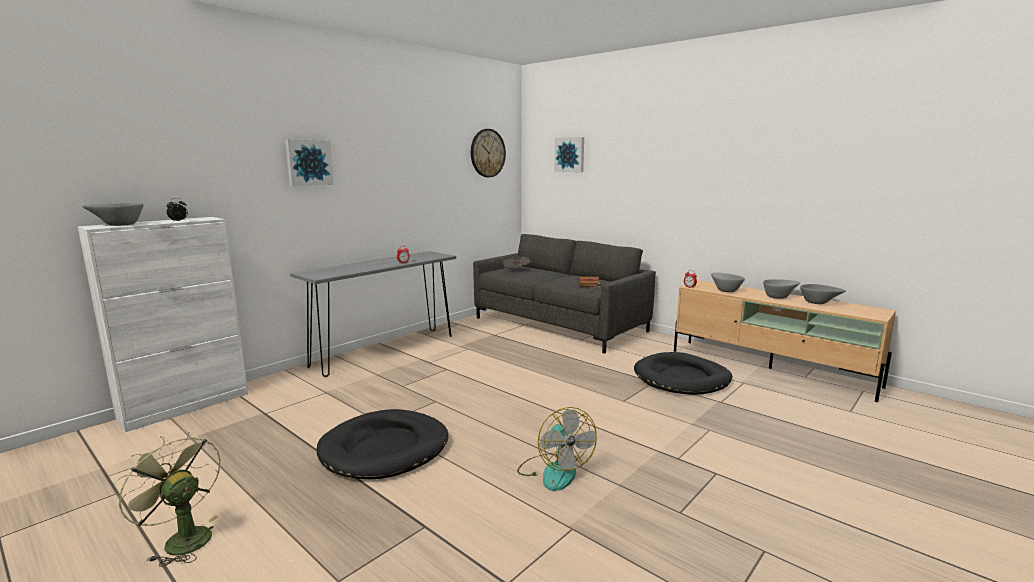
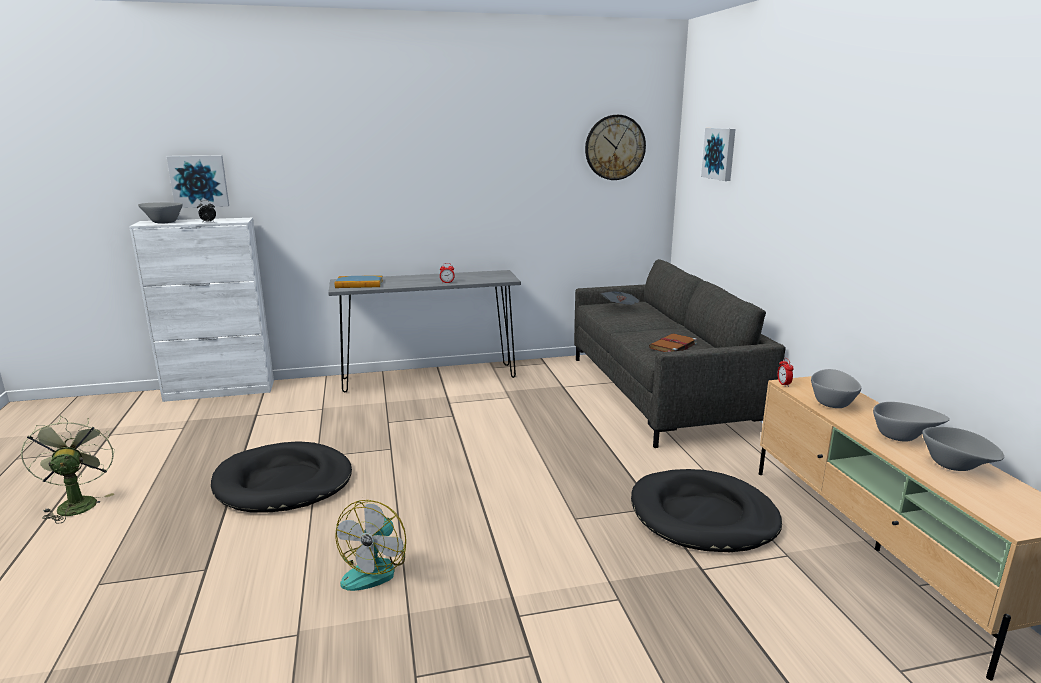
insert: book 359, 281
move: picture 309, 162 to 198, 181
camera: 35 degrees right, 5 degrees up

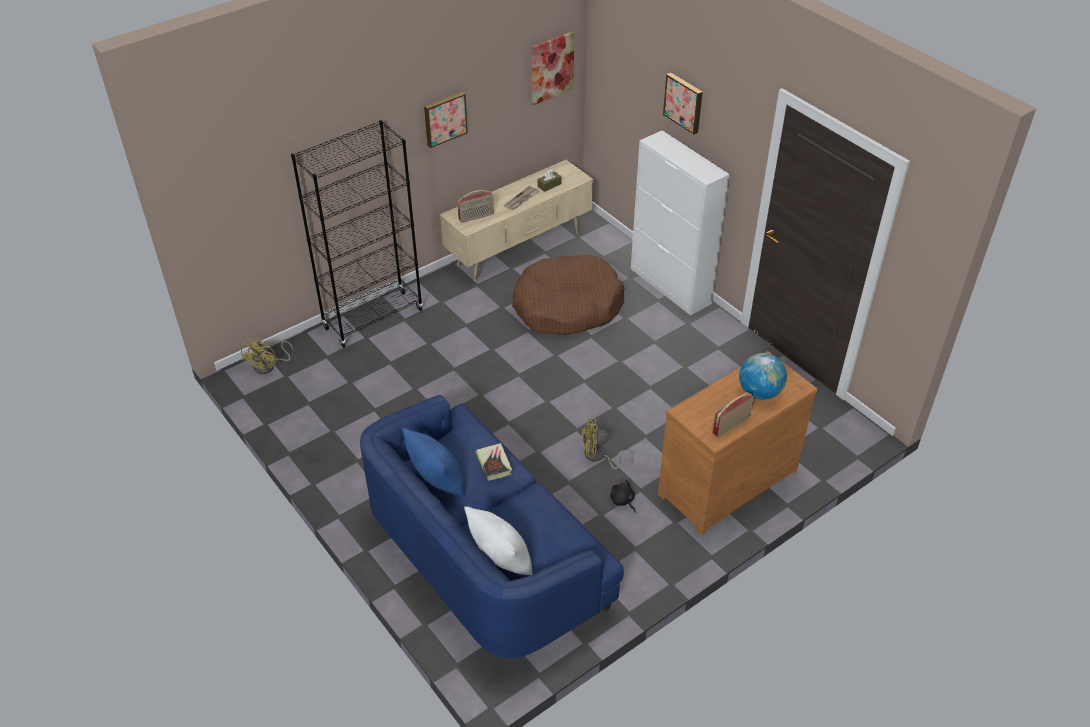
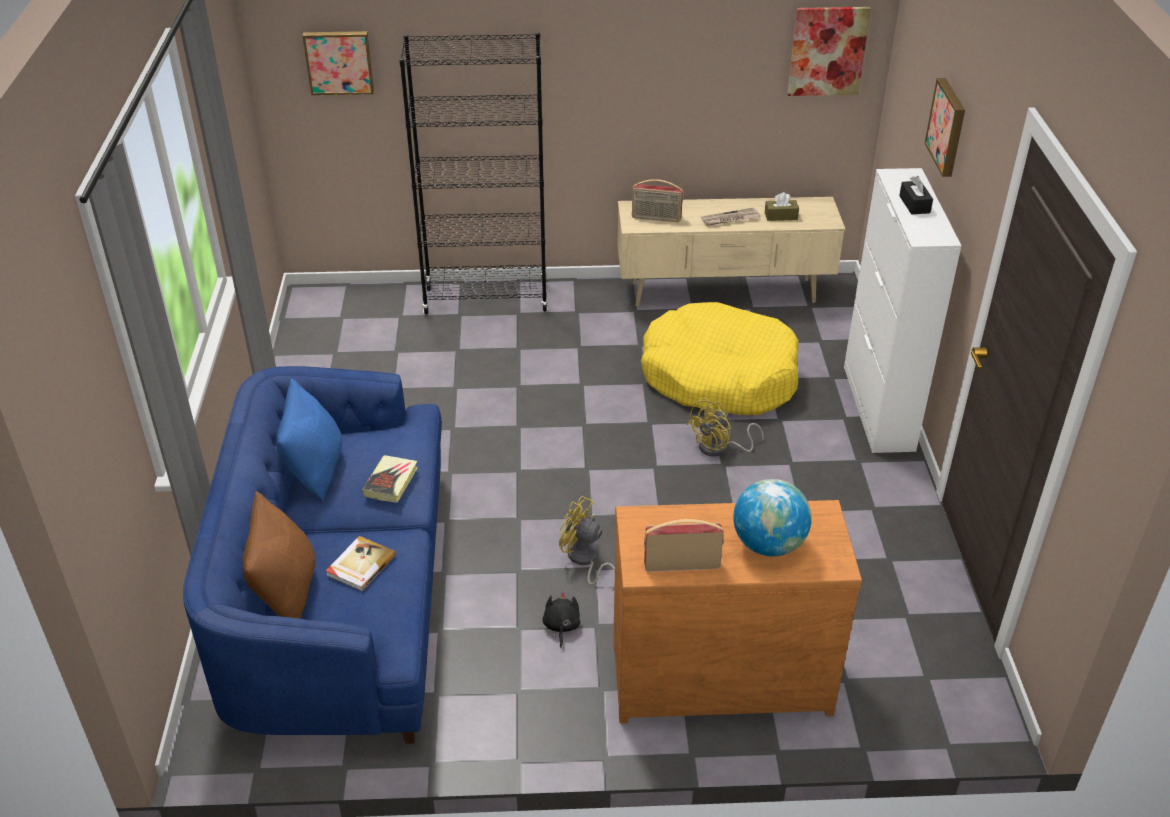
insert: tissue box in black 916, 195; book 361, 563
move: picture 446, 120 to 338, 63; fan in yellow 267, 355 to 725, 427
recolor: dog bed in brown 568, 295 to dog bed in yellow 720, 358; pillow in white 498, 540 to pillow in brown 278, 555
camera: 35 degrees right, 5 degrees down

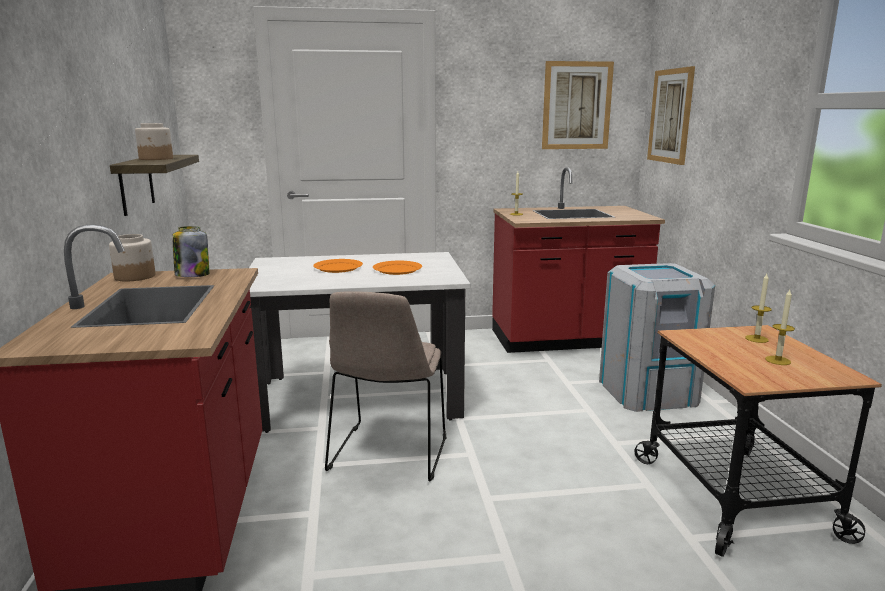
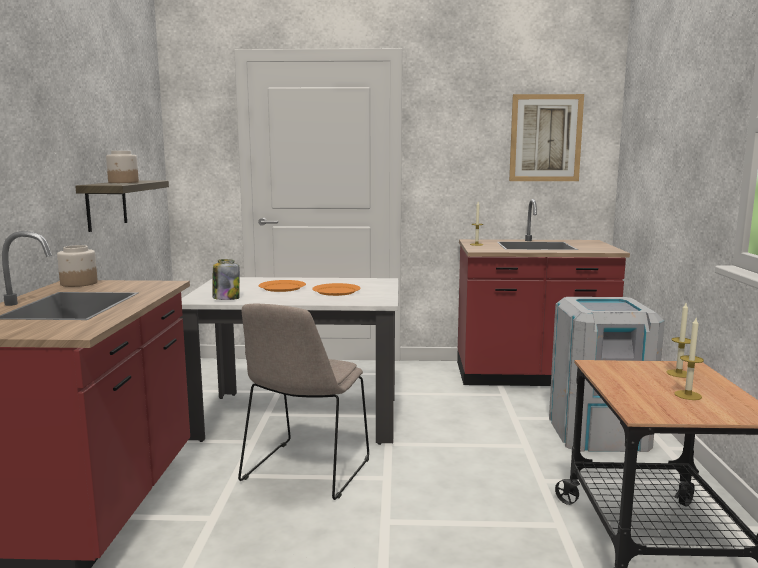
delete: picture 671, 115
move: jar 190, 251 to 226, 279
camera: 10 degrees right, 5 degrees down

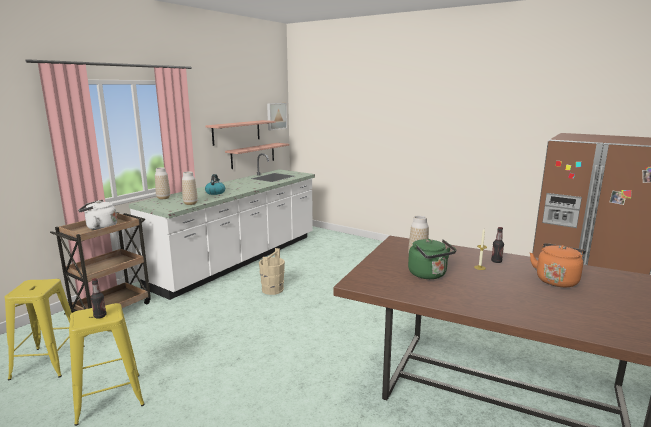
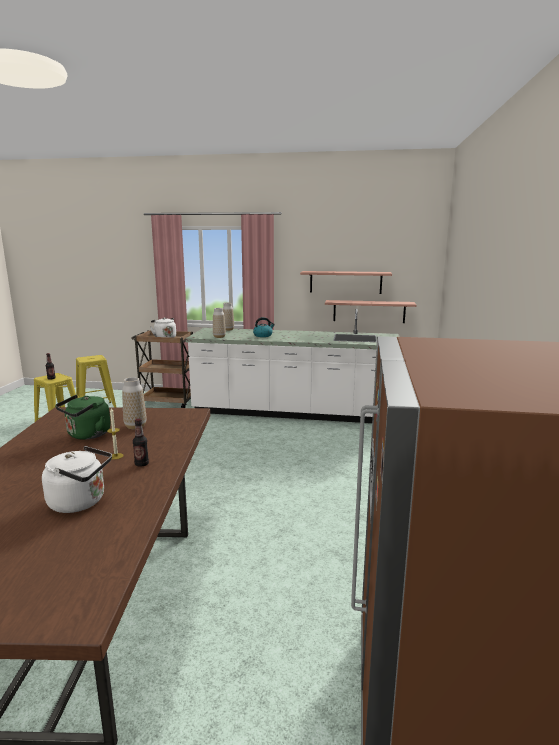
delete: picture 277, 116; bucket in beige 272, 271
recolor: kettle in orange 558, 265 to kettle in white 77, 479
camera: 65 degrees right, 0 degrees up

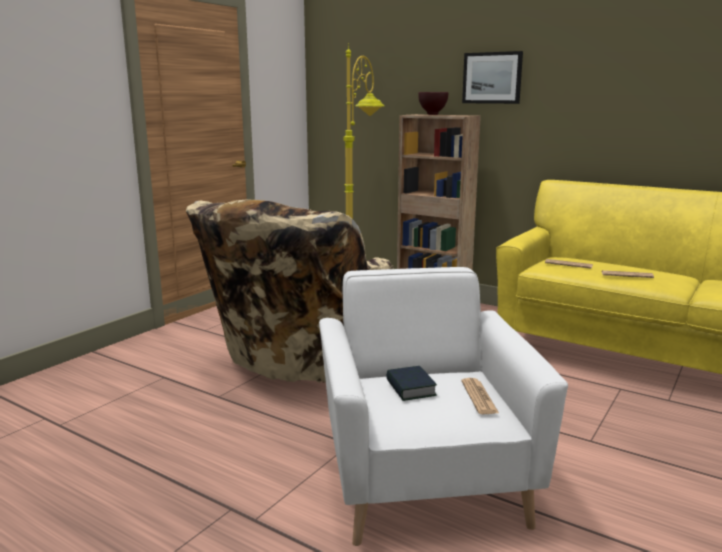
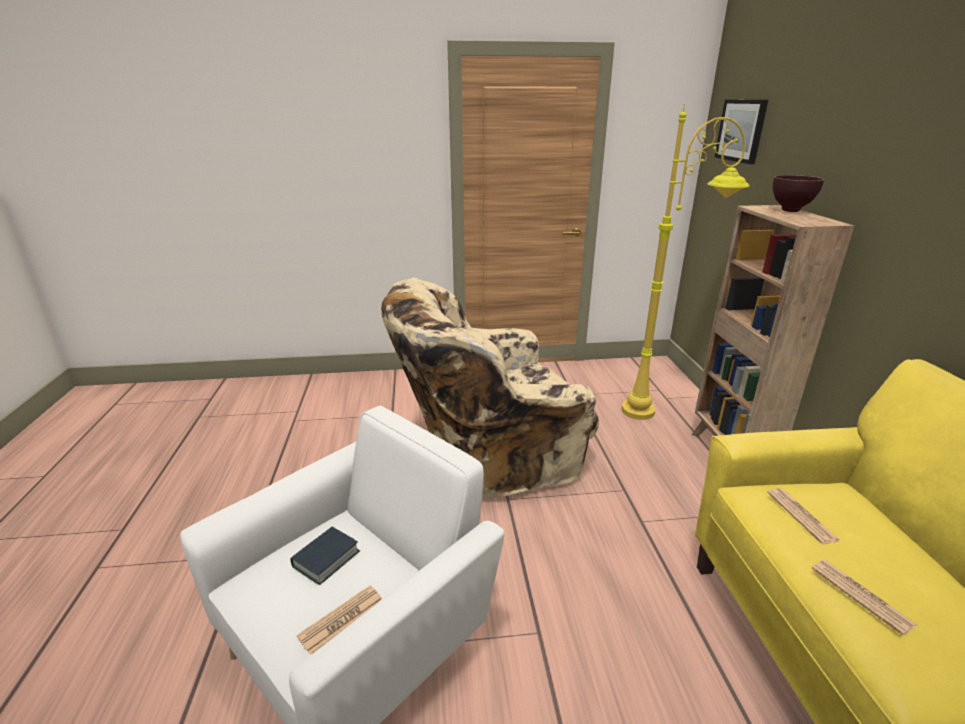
move: picture 492, 77 to 741, 132
camera: 50 degrees right, 10 degrees up

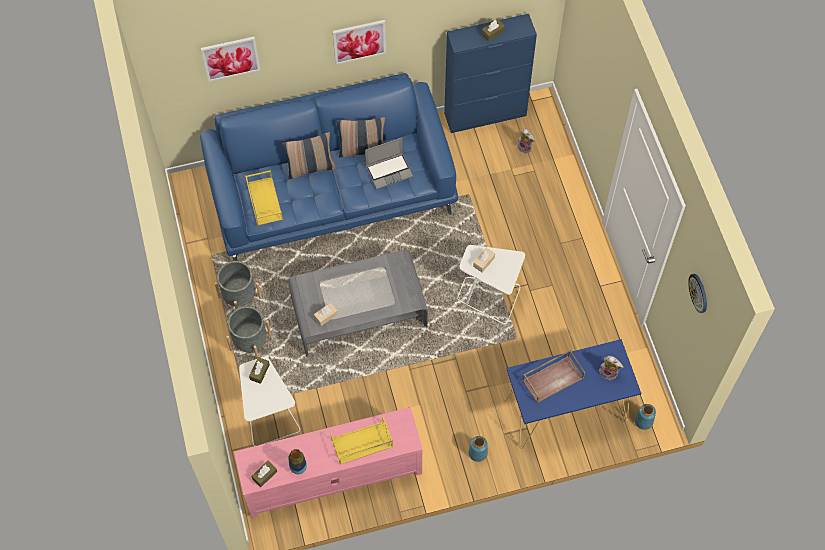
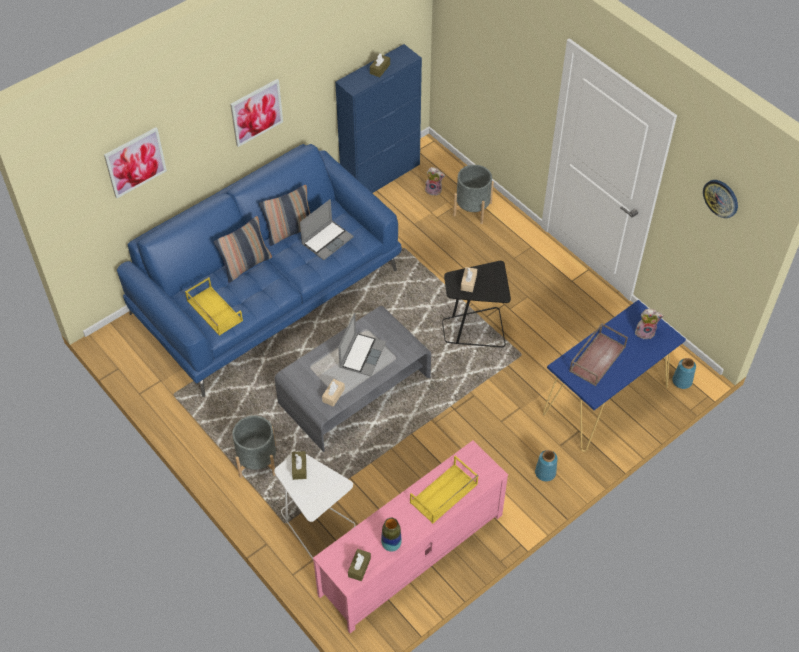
insert: laptop 362, 344
move: planter in grey 238, 285 to 473, 194
recolor: side table in white 491, 285 to side table in black 476, 304
camera: 25 degrees left, 10 degrees down

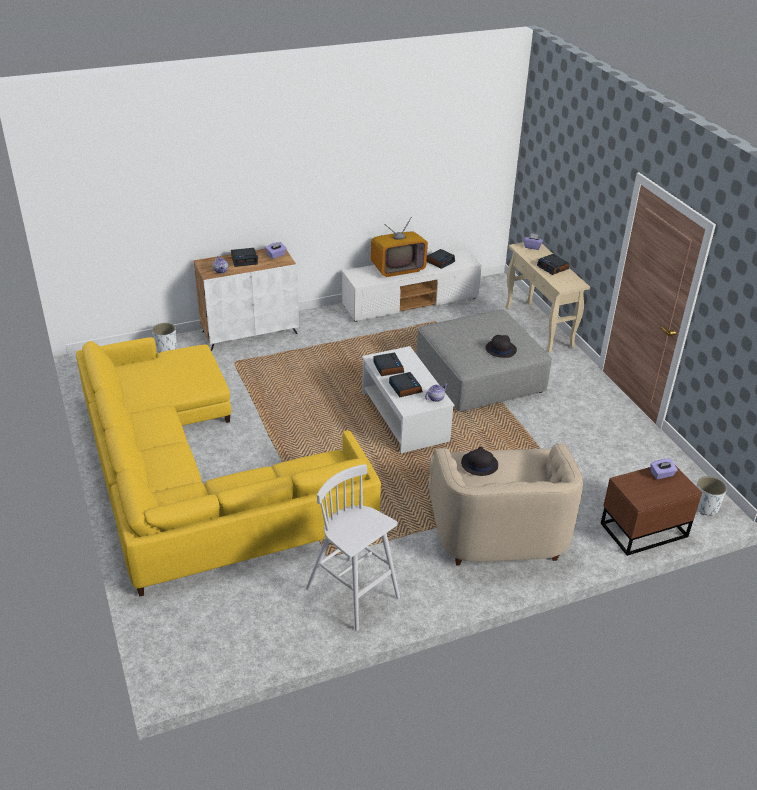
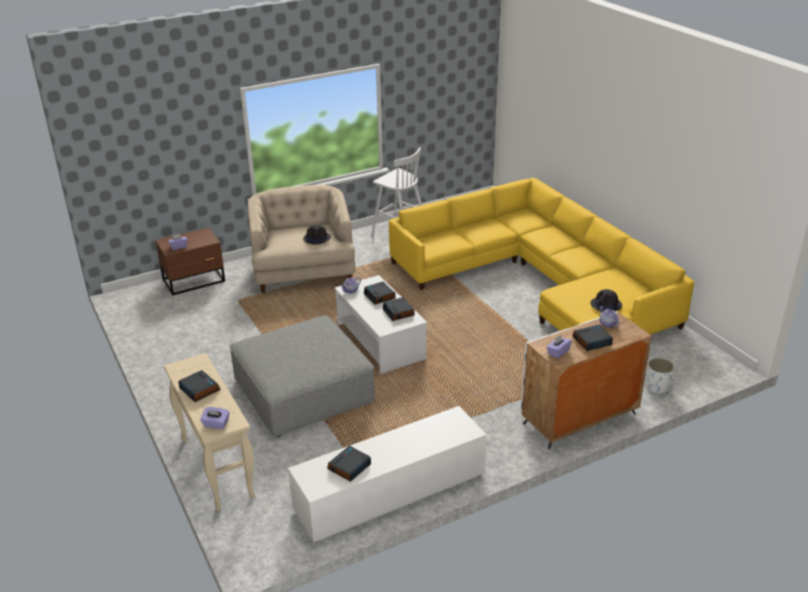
delete: television 399, 247; planter in white 711, 495
move: hat in black 501, 346 to 606, 300
camera: 175 degrees right, 5 degrees down

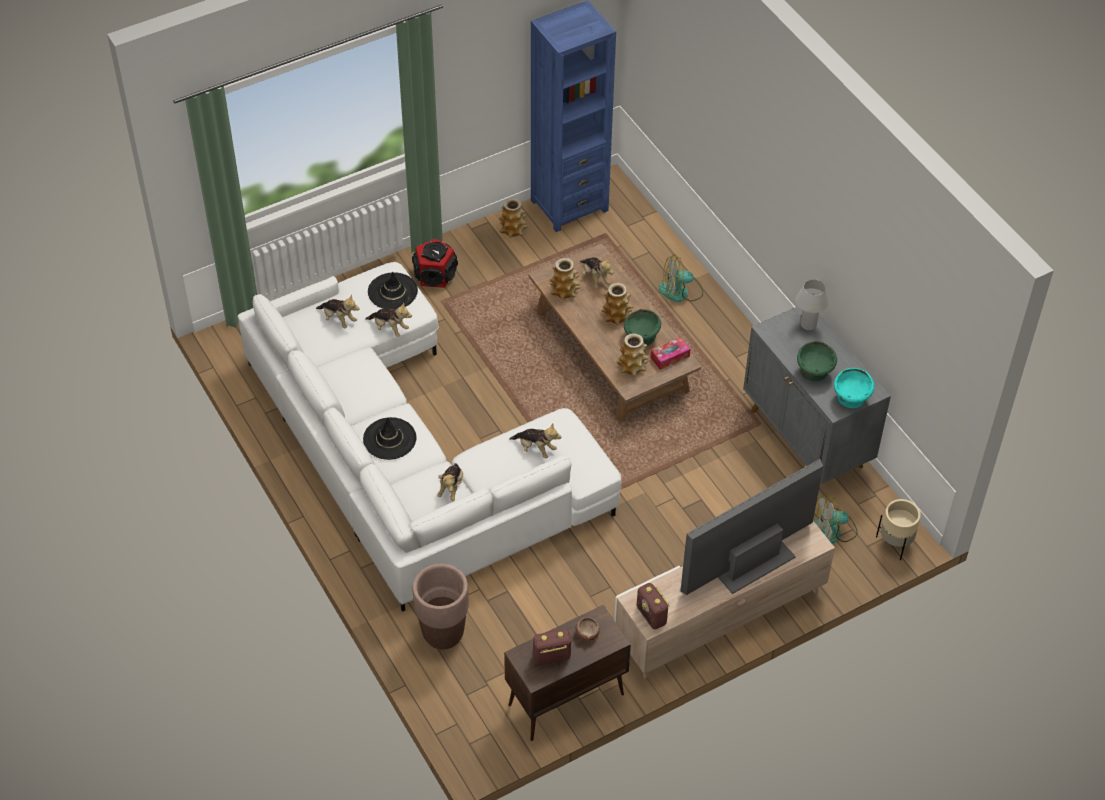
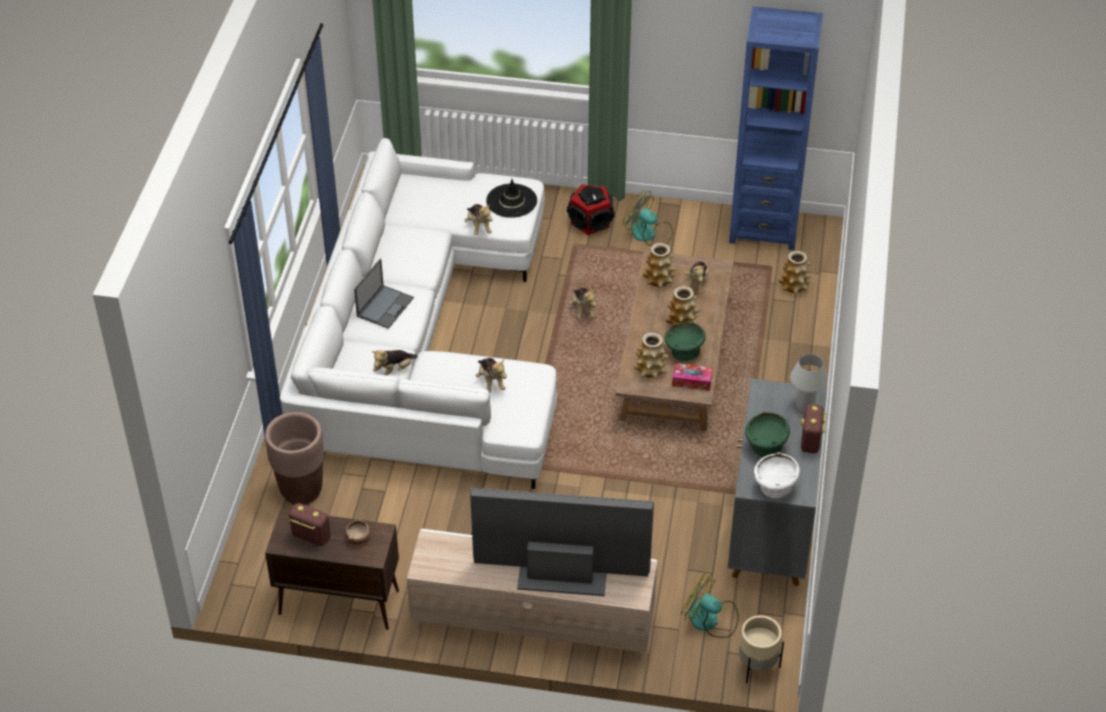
move: vase 513, 218 to 795, 272; fan 681, 278 to 648, 218; plush toy 337, 311 to 582, 303; radio 653, 606 to 813, 428
replace: hat in black 389, 438 to laptop 384, 293
recolor: bowl in turquoise 854, 388 to bowl in white 777, 475
camera: 40 degrees right, 5 degrees down

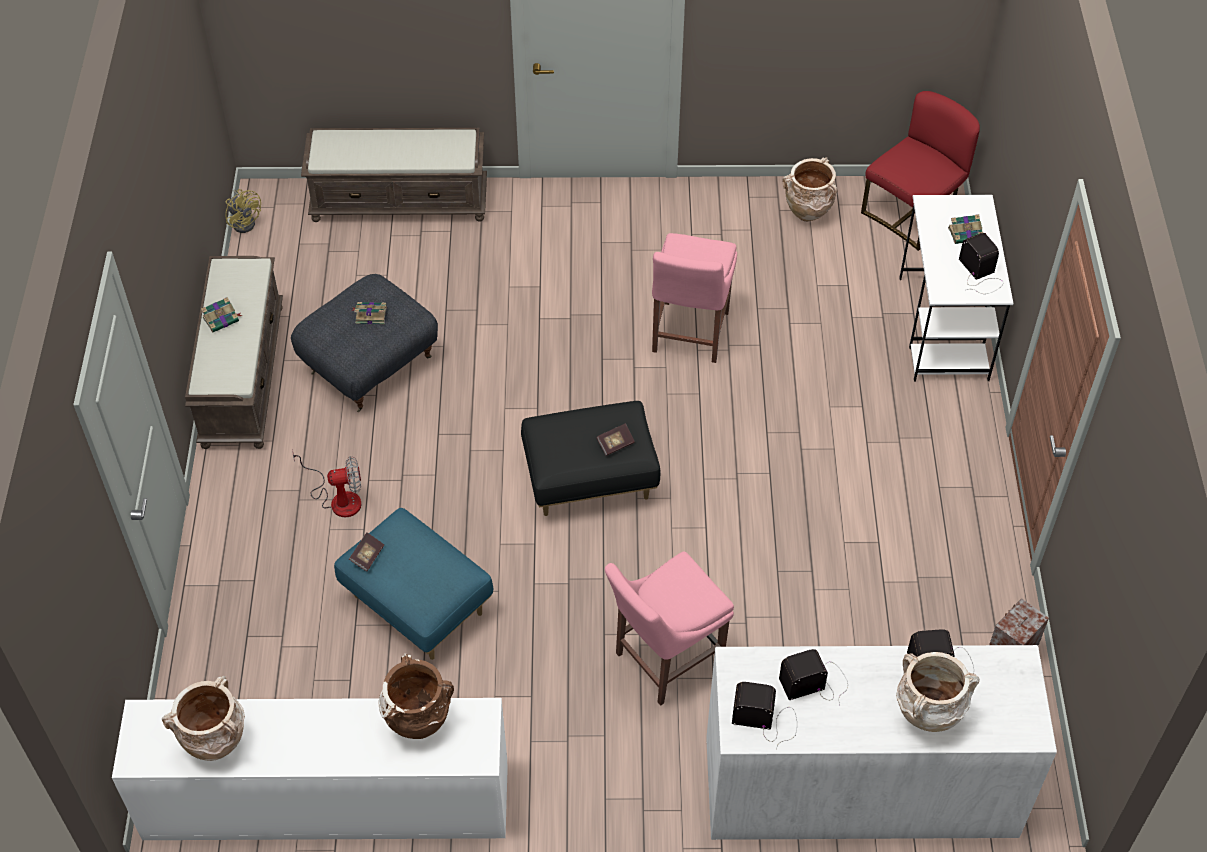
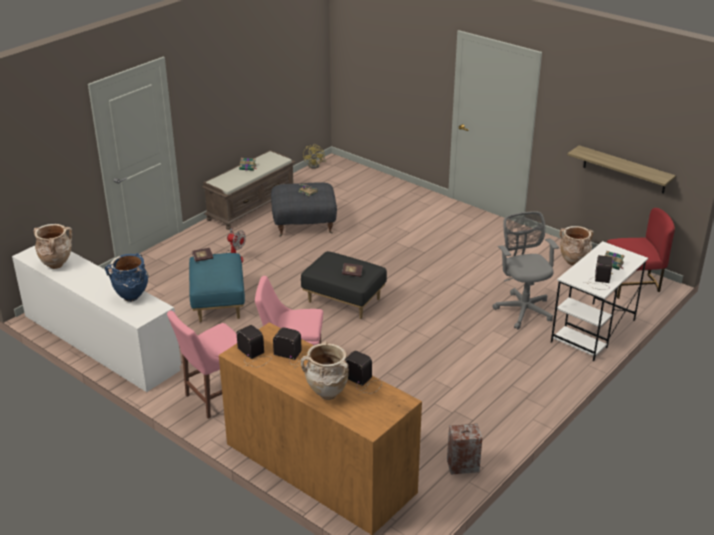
delete: bench in brown 394, 175
insert: shelf 621, 169; office chair in grey 525, 270
move: chair in pink 694, 298 to 202, 364
recolor: dresser in white 881, 742 to dresser in brown 320, 428; vase in brown 416, 696 to vase in blue 127, 277
camera: 40 degrees right, 20 degrees down

